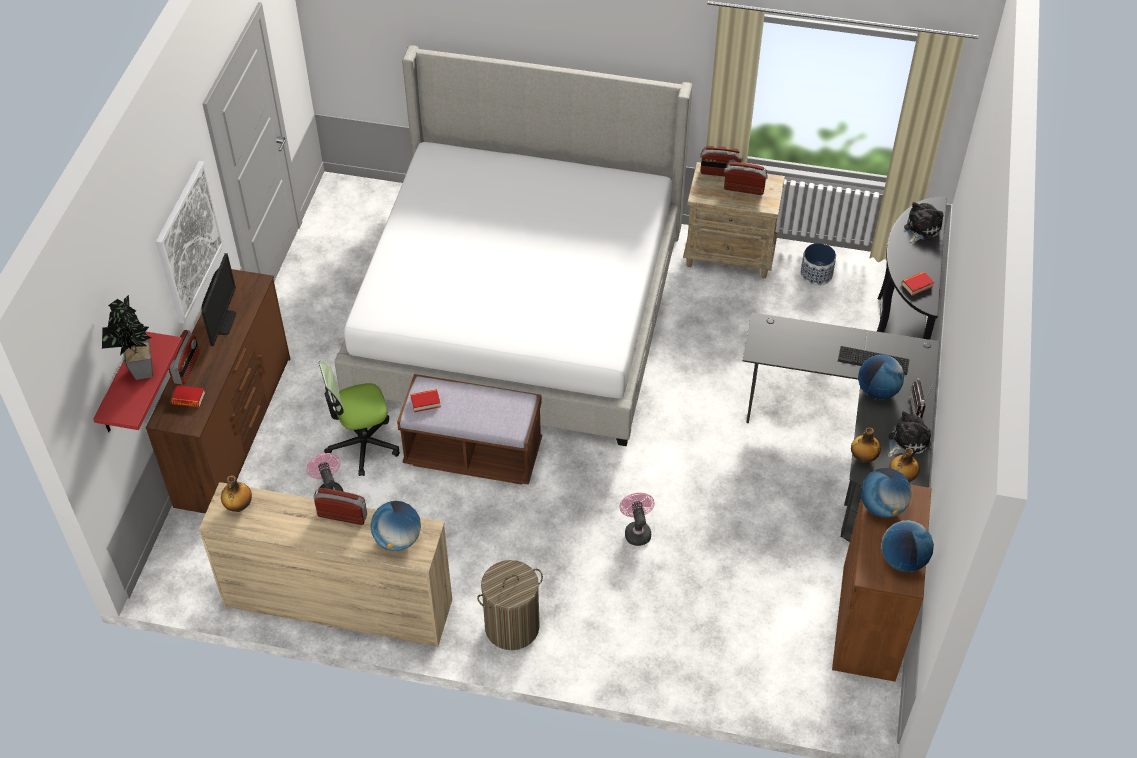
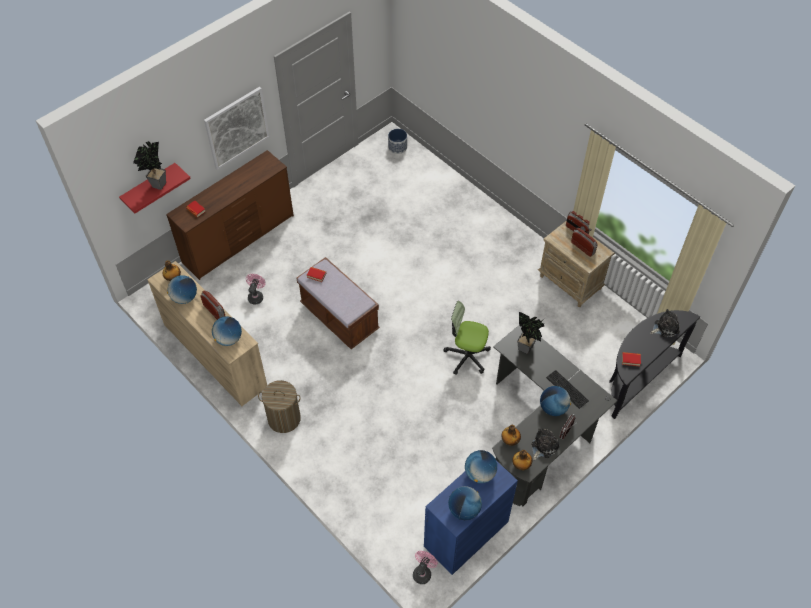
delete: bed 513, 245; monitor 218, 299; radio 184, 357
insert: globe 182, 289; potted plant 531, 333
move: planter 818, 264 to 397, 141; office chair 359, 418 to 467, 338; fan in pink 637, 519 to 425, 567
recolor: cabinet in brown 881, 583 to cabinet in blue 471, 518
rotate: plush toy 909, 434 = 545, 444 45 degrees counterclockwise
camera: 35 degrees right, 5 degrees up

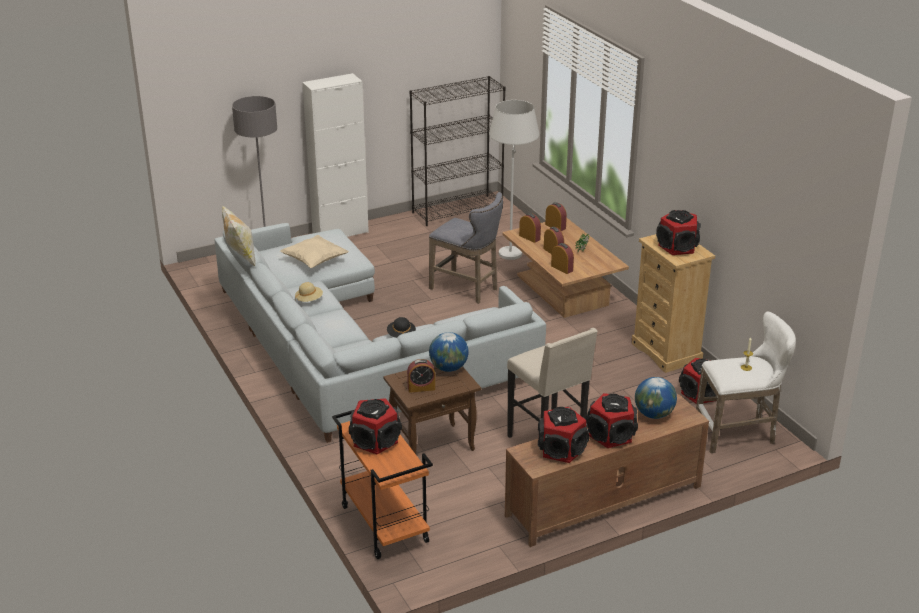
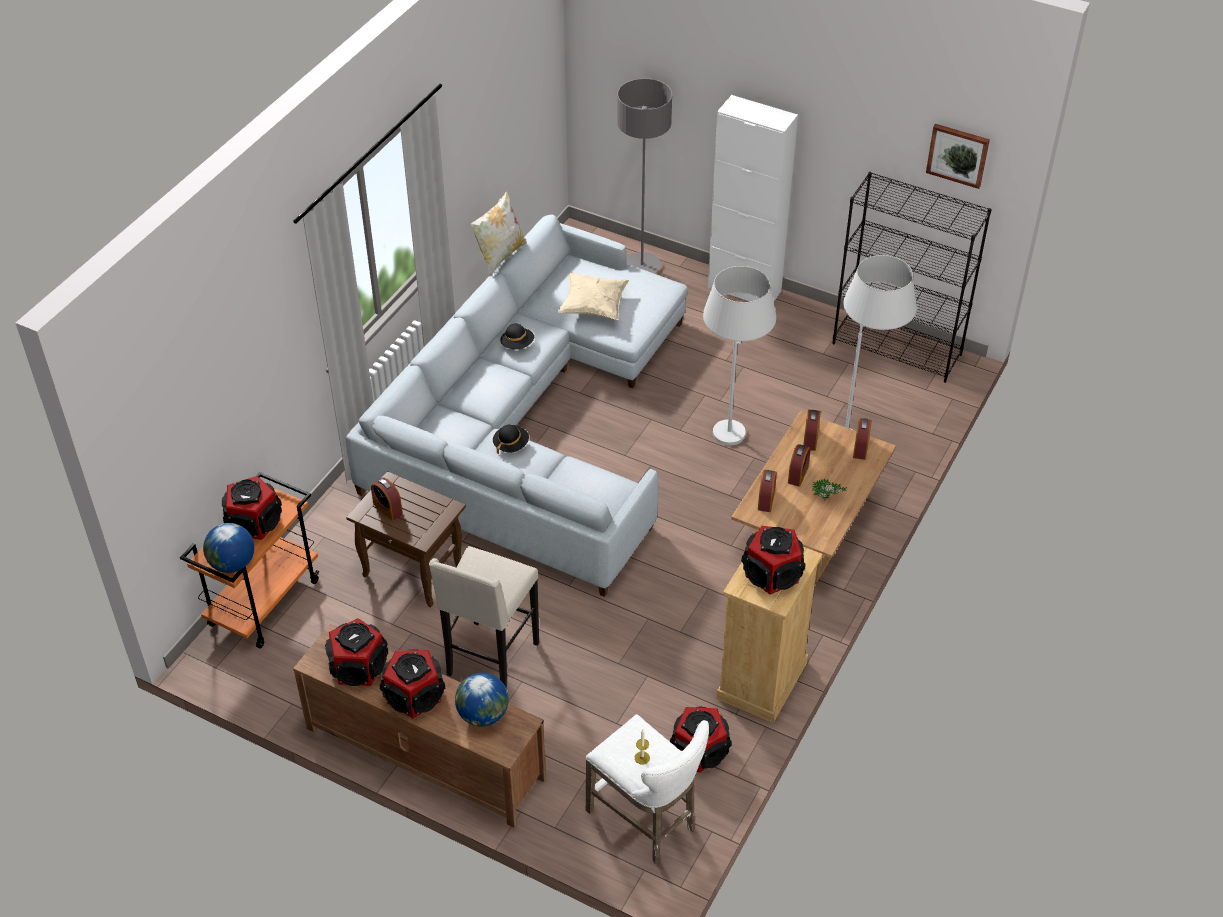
insert: picture 958, 156
move: globe 448, 352 to 228, 548
replace: stool in grey 466, 248 to floor lamp in white 739, 356
recolor: hat in beige 309, 292 to hat in black 517, 336
camera: 55 degrees right, 15 degrees up

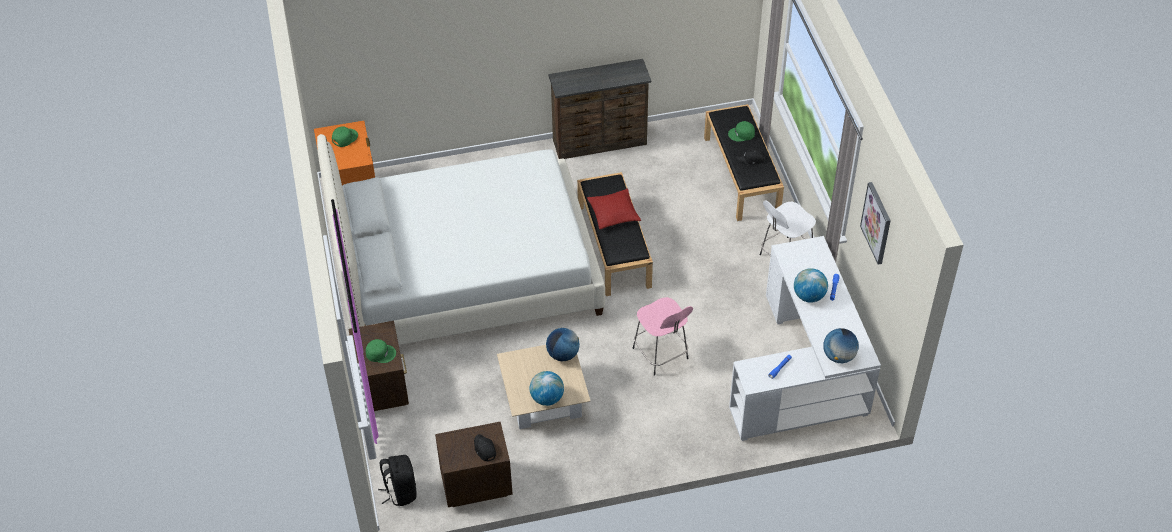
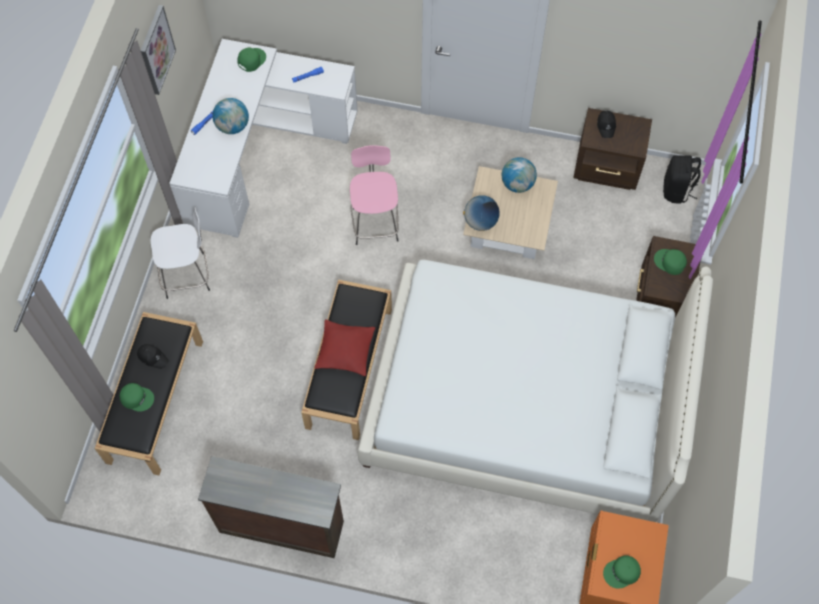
replace: globe 841, 345 to cap in green 251, 60
camera: 155 degrees left, 15 degrees up

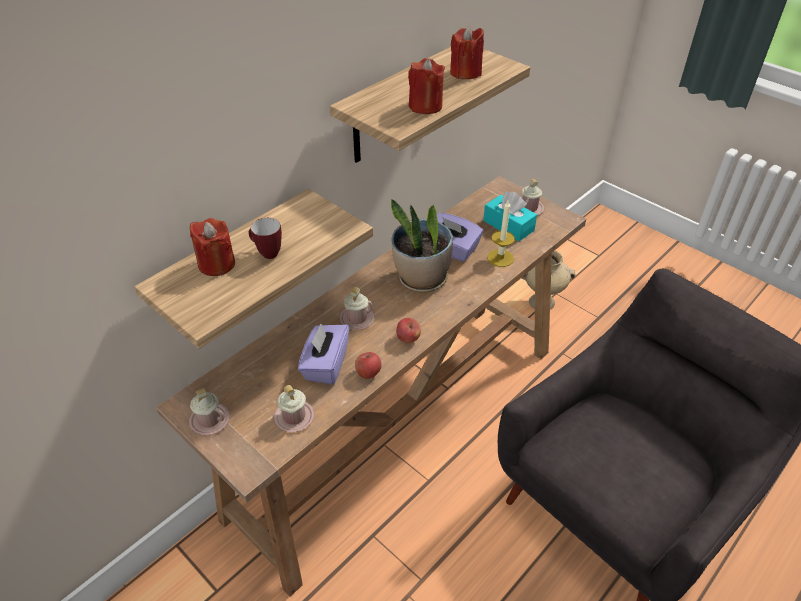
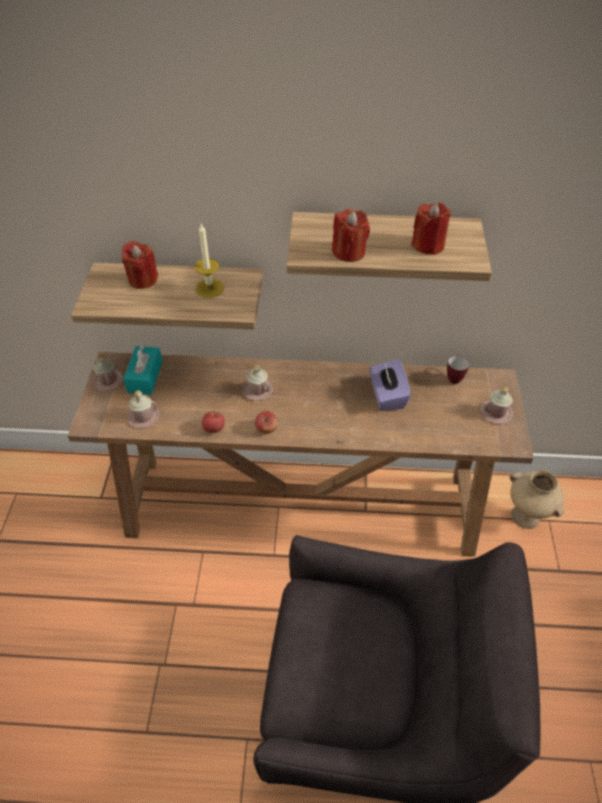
delete: potted plant 422, 246; tissue box in purple 323, 354
move: tissue box in turquoise 510, 216 to 143, 370; candle 501, 234 to 209, 261; mug 265, 238 to 458, 370
camera: 50 degrees right, 5 degrees up

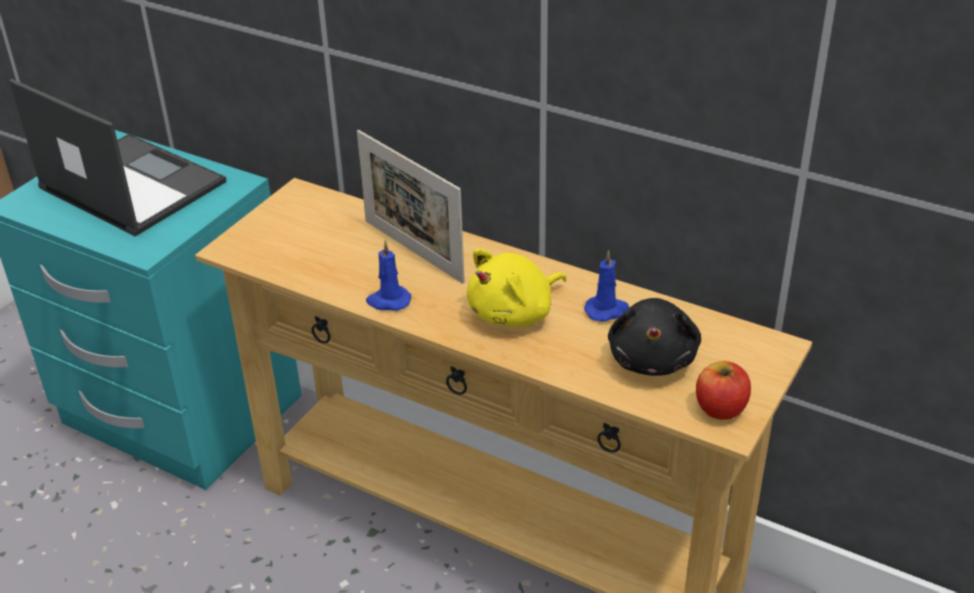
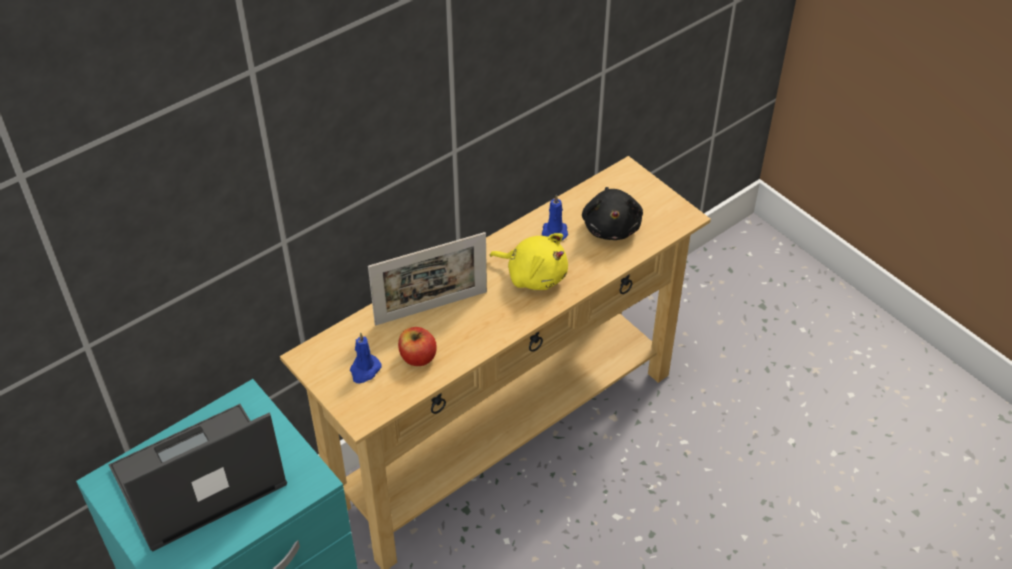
move: candle in blue 388, 276 to 366, 358; apple 723, 390 to 417, 346
rotate: plush toy in yellow 517, 288 = 529, 261 45 degrees counterclockwise; plush toy in black 654, 337 = 612, 213 60 degrees clockwise
camera: 70 degrees left, 10 degrees up

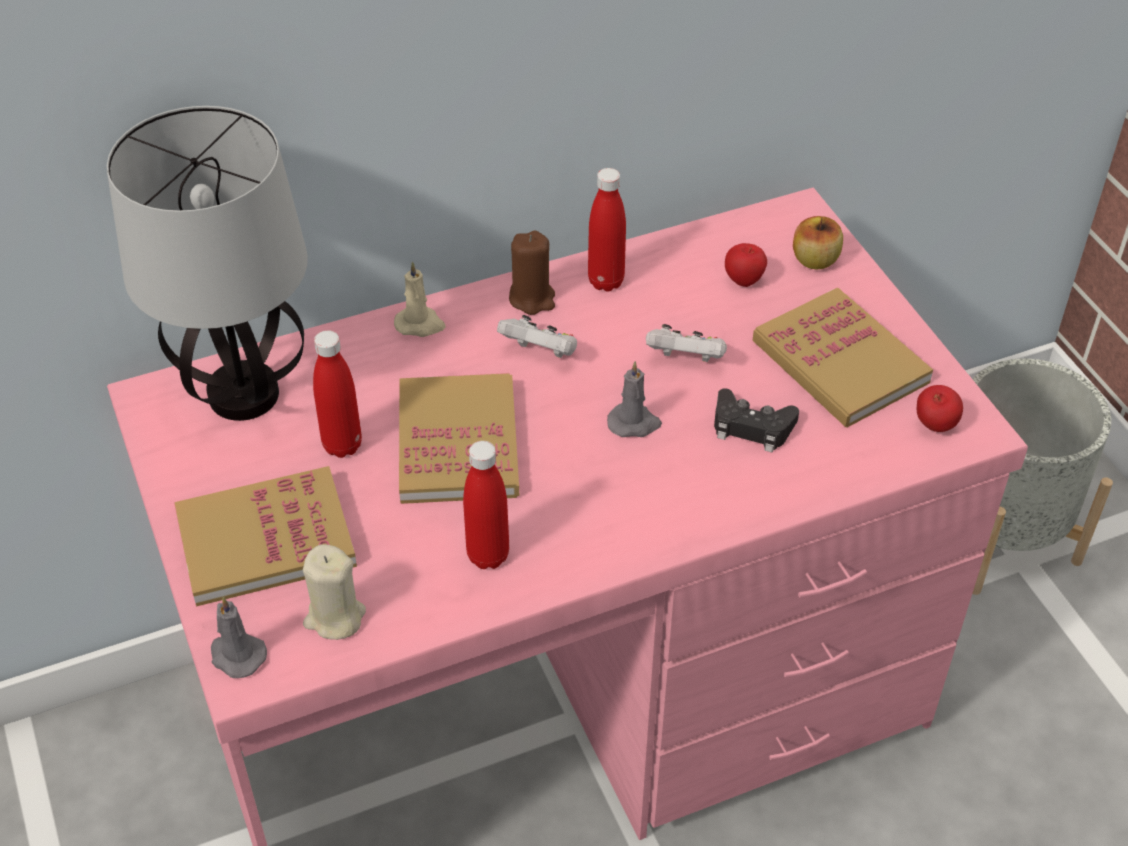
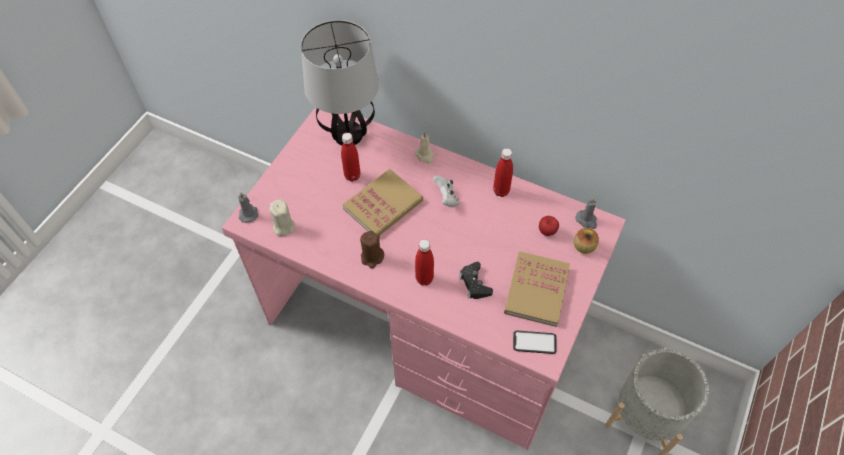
delete: game controller in white 686, 343; book 265, 536
move: candle in brown 532, 273 to 372, 250; candle in grey 634, 399 to 586, 213; bottle in red 486, 505 to 424, 262
replace: apple 940, 408 to phone 535, 342
camera: 50 degrees right, 10 degrees up

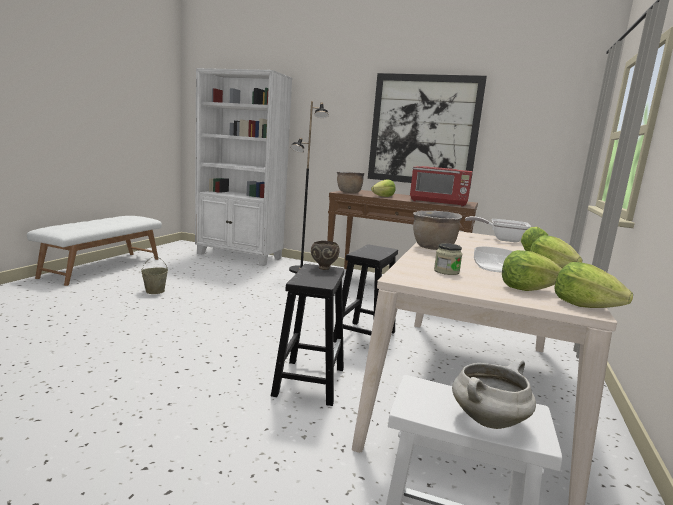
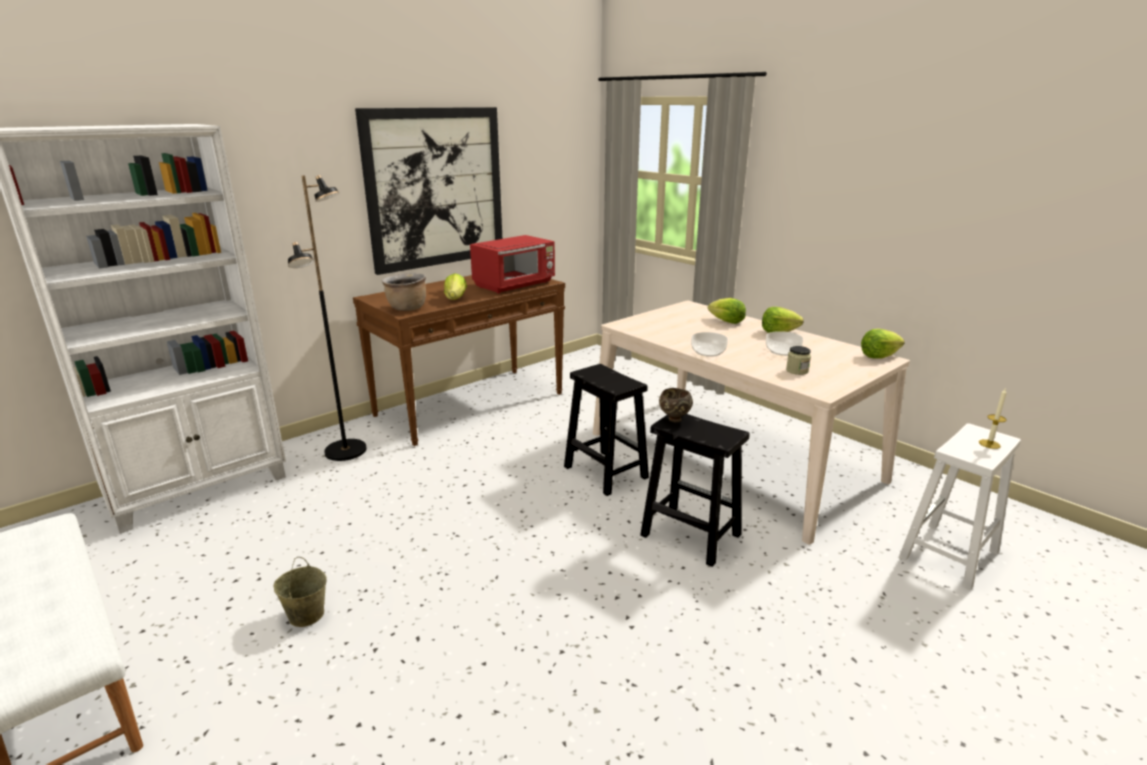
delete: frying pan 498, 229; lettuce 532, 270
replace: cooking pot in brown 438, 230 to bowl 709, 344; cooking pot in white 494, 393 to candle 993, 419
camera: 60 degrees left, 10 degrees up

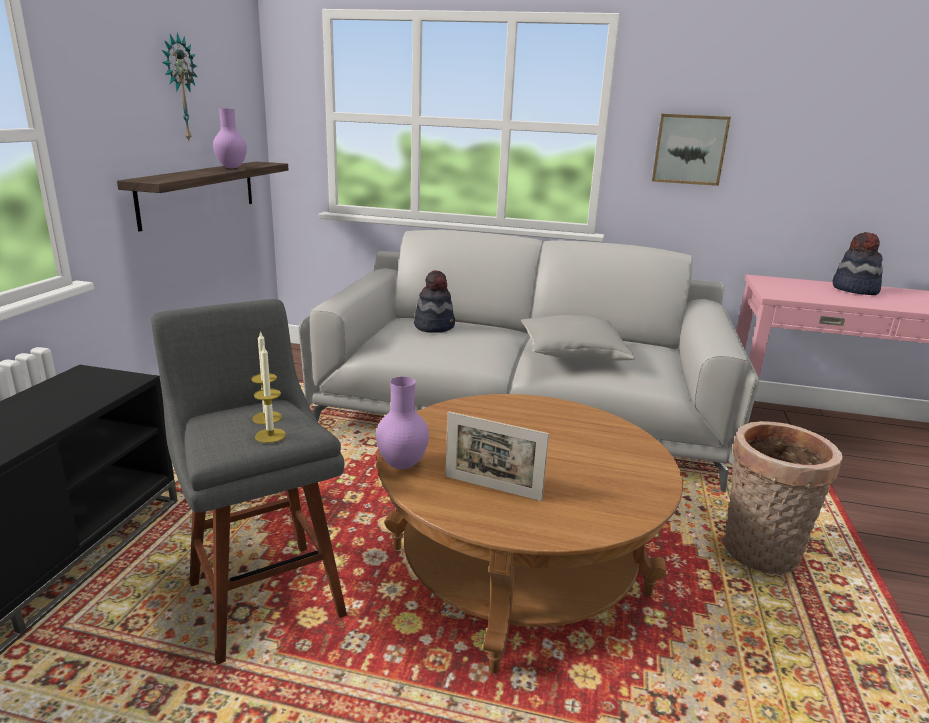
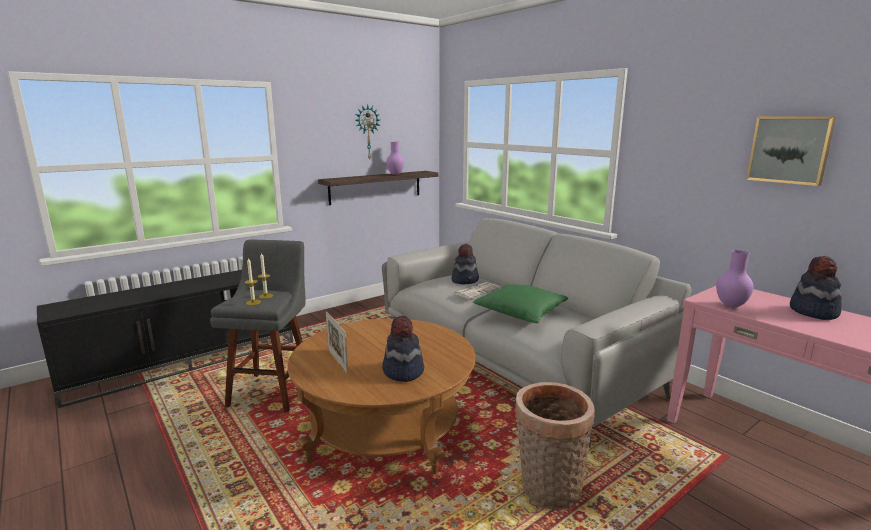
insert: newspaper 476, 290; hat 403, 349
move: picture 691, 150 to 791, 151; vase in purple 402, 423 to 735, 279
recolor: pillow in grey 578, 337 to pillow in green 520, 303
camera: 40 degrees right, 5 degrees down

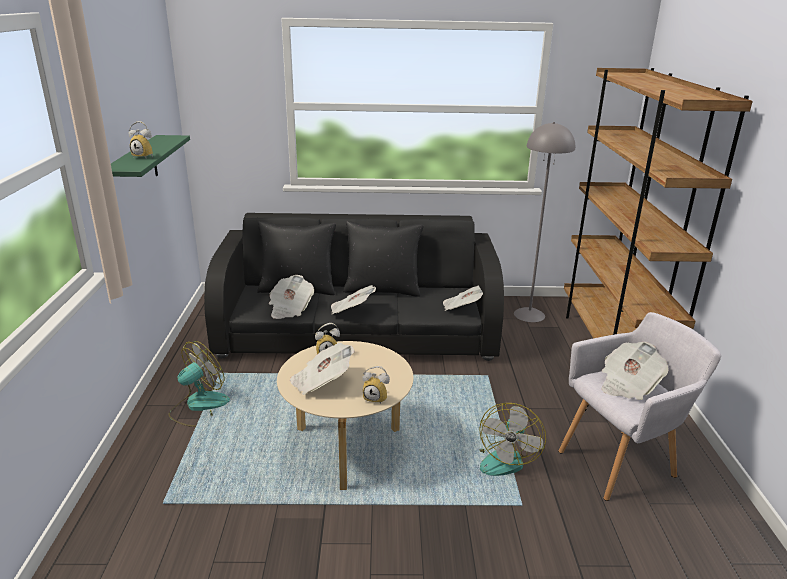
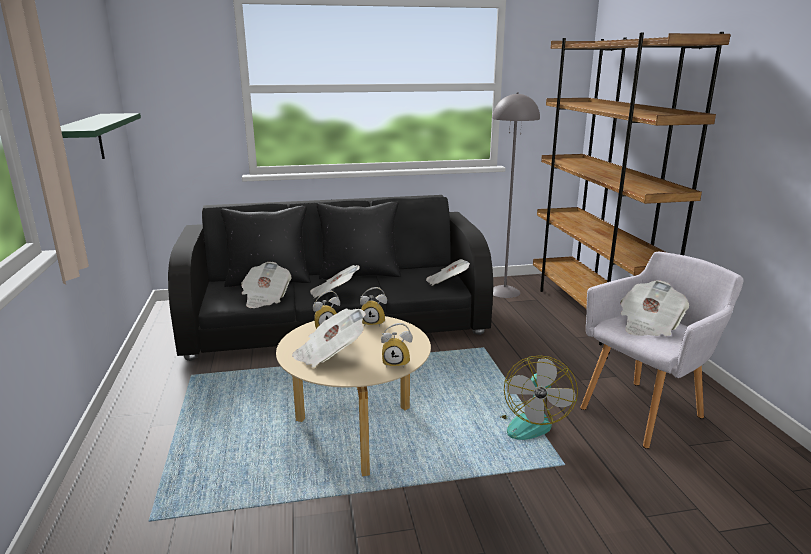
delete: fan 199, 384
move: alarm clock 141, 139 to 373, 307
camera: 10 degrees left, 5 degrees down

